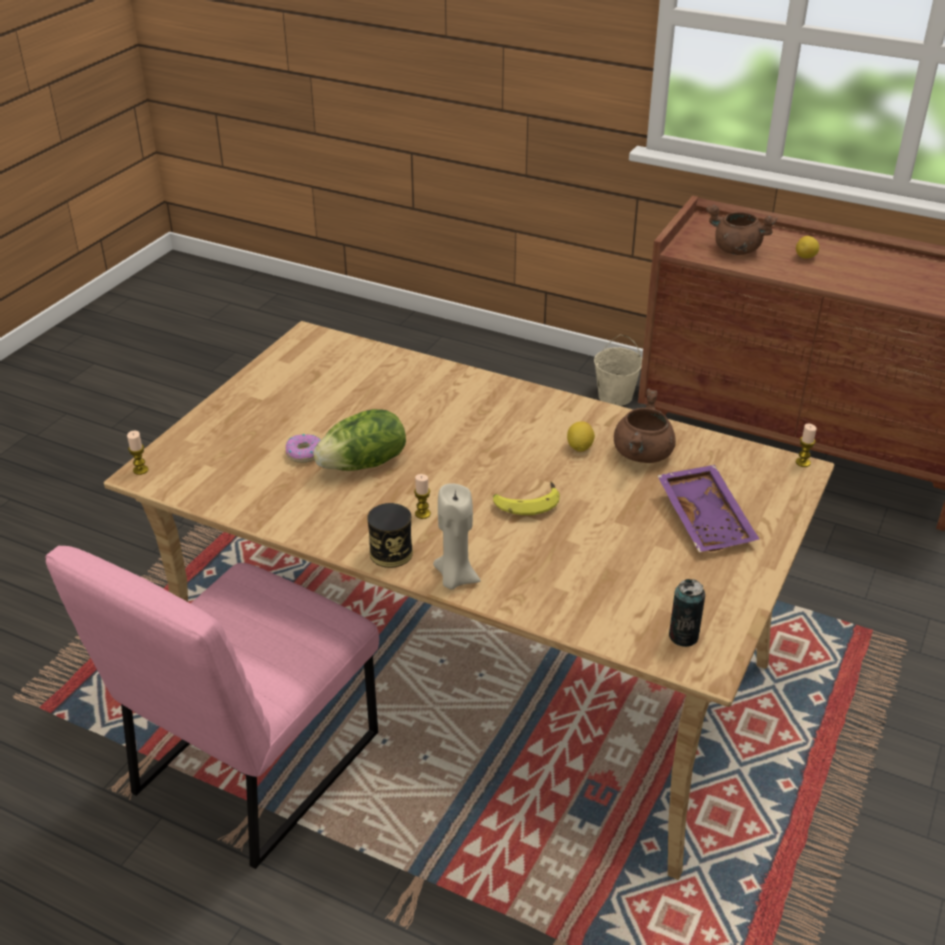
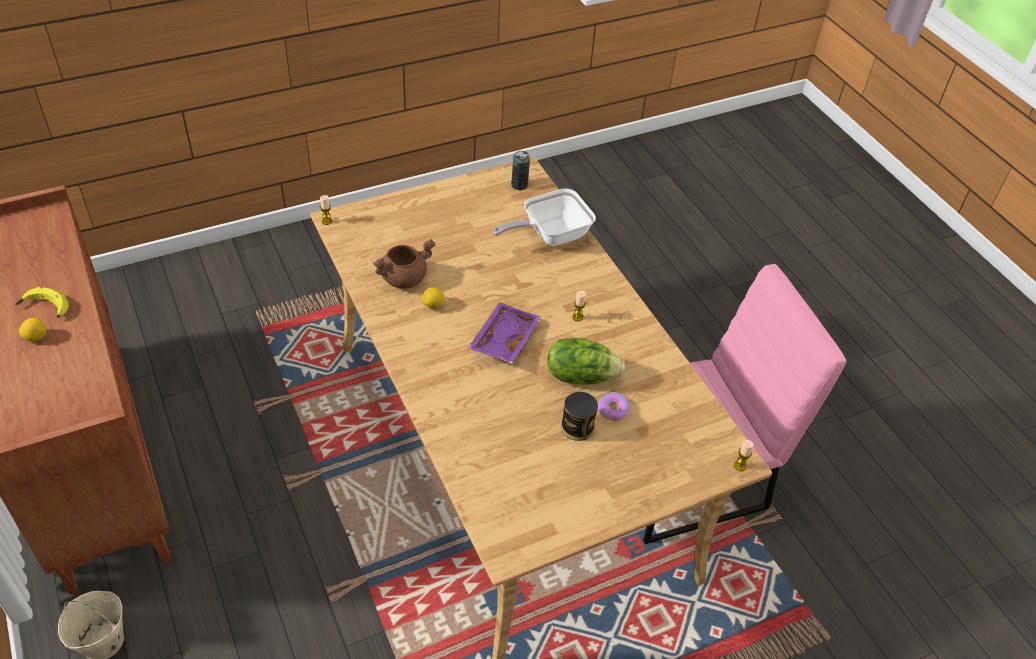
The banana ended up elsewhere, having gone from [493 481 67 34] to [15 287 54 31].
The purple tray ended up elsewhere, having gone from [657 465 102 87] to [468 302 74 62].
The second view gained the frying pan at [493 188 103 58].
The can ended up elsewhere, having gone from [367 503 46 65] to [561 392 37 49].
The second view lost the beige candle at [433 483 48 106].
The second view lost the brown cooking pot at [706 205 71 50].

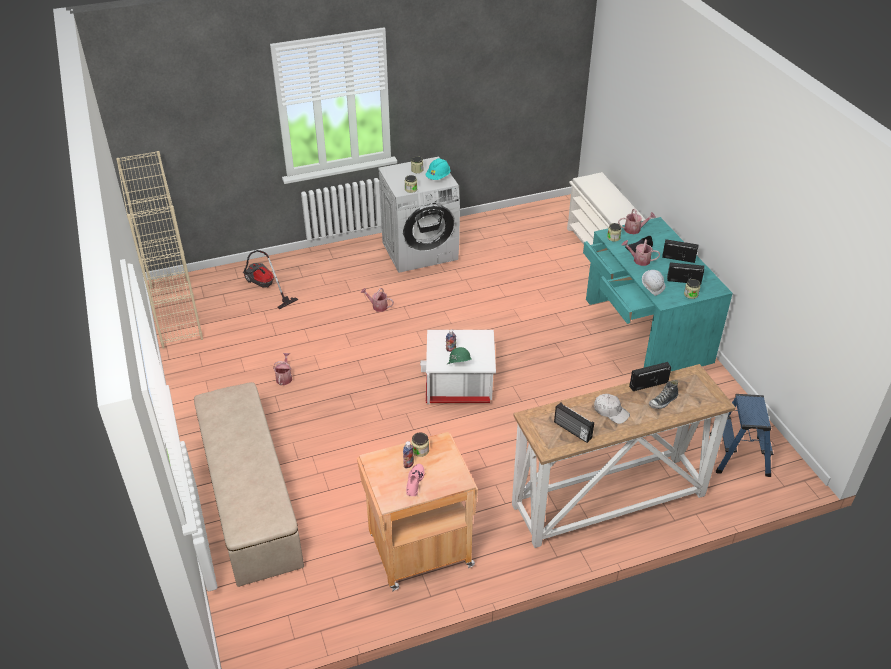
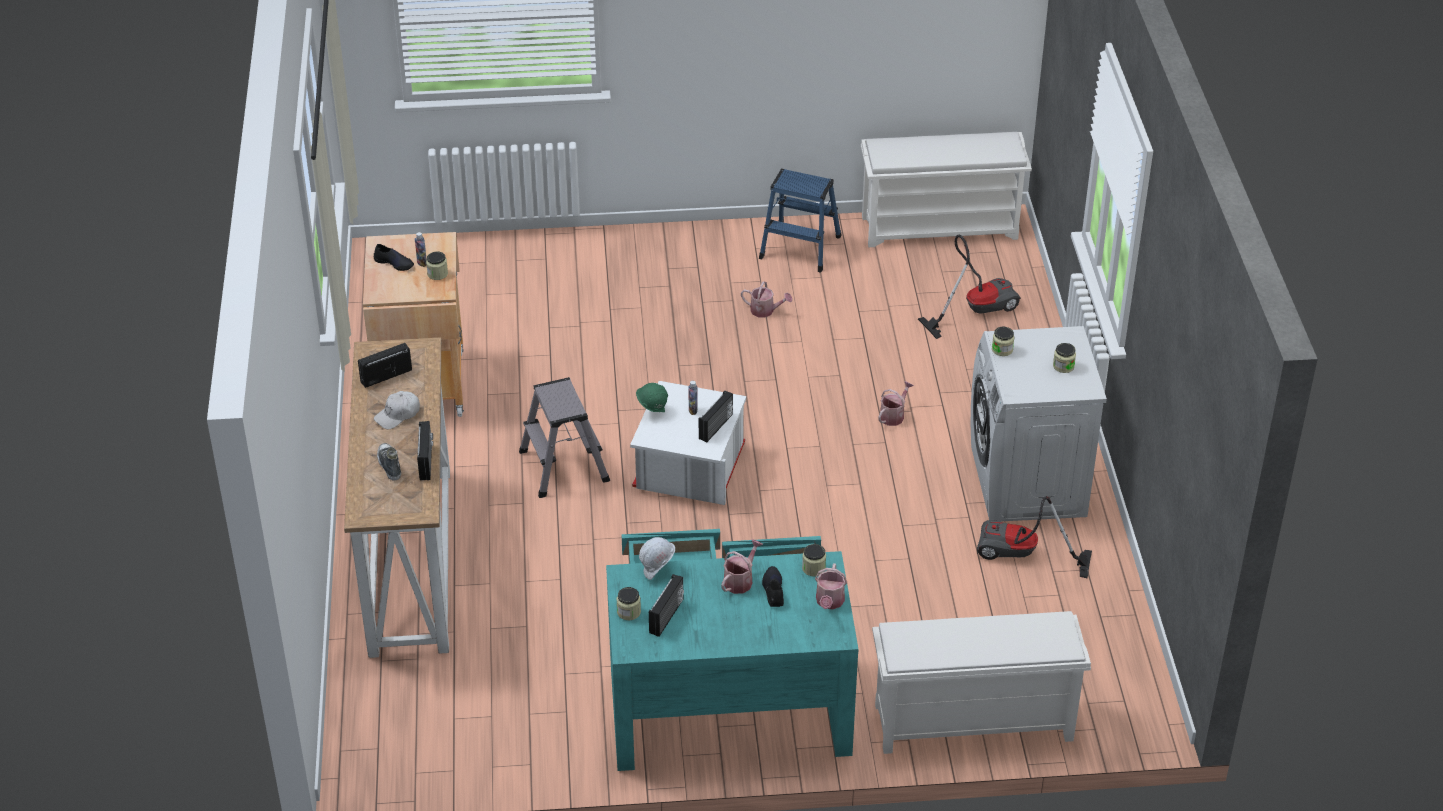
What was the pink shoe at [406 464 19 32] turned into the black shoe at [374 244 40 27].
The second view gained the grey step ladder at [519 377 91 121].
The radio ended up elsewhere, having gone from [662 239 36 24] to [699 390 34 52].
The blue step ladder ended up elsewhere, having gone from [710 394 63 83] to [759 168 83 104].
Where the beige bookcase stood at [116 151 87 198], the white shoe rack came to stand at [861 132 171 115].
The second view gained the vacuum cleaner at [977 496 115 83].
The second view lost the beige bench at [194 382 110 205].
The second view lost the turquoise hard hat at [425 158 25 22].

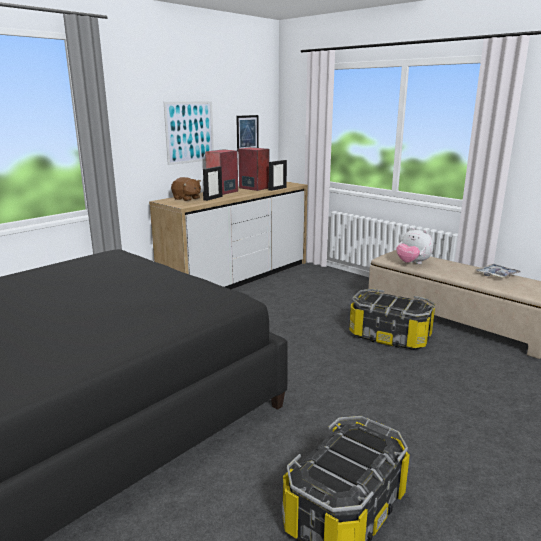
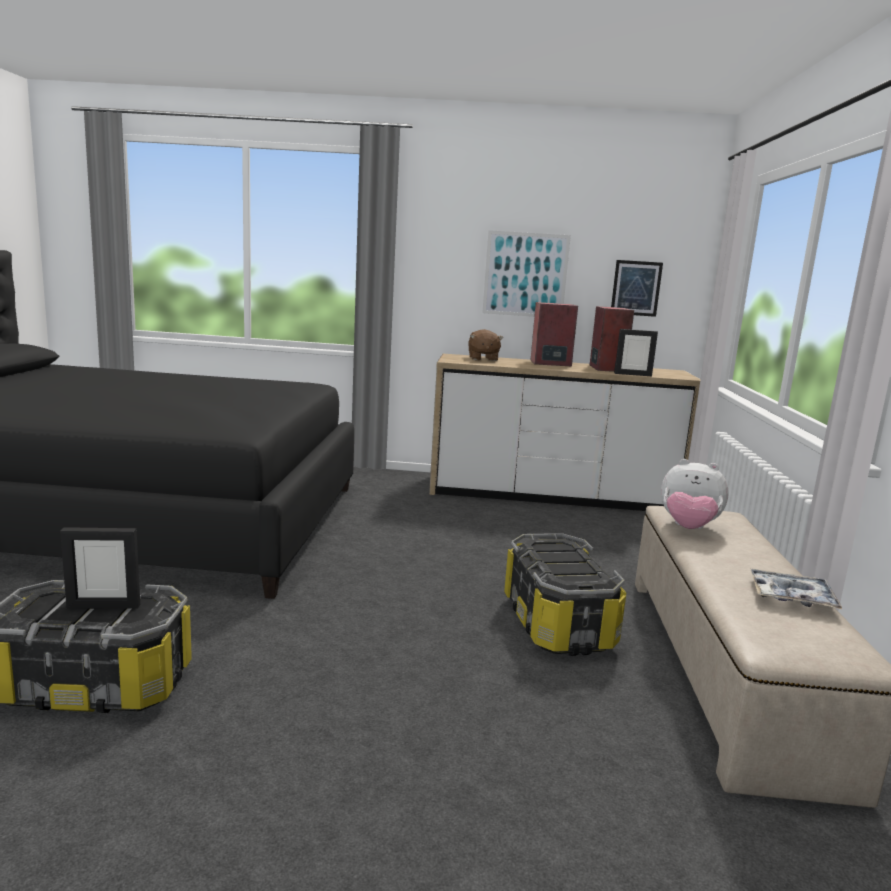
The picture frame ended up elsewhere, having gone from [203 166 19 35] to [60 527 80 82].
The plush toy at [396 227 38 37] ended up facing another way, 75 degrees counterclockwise from before.

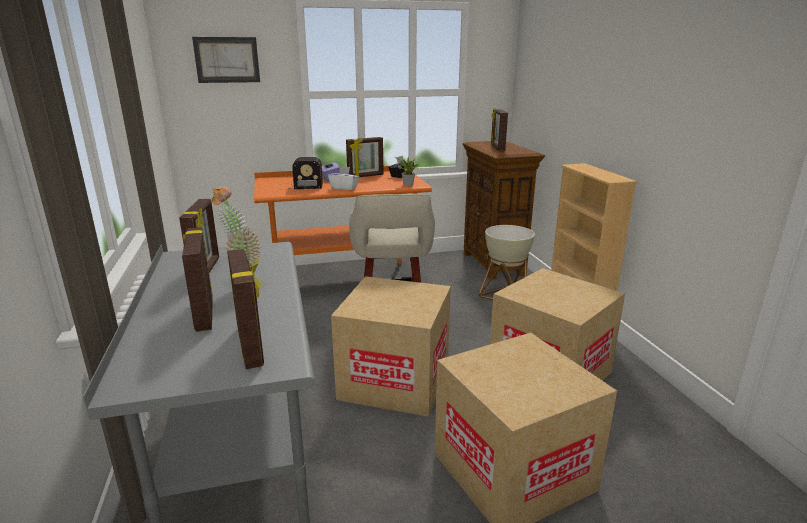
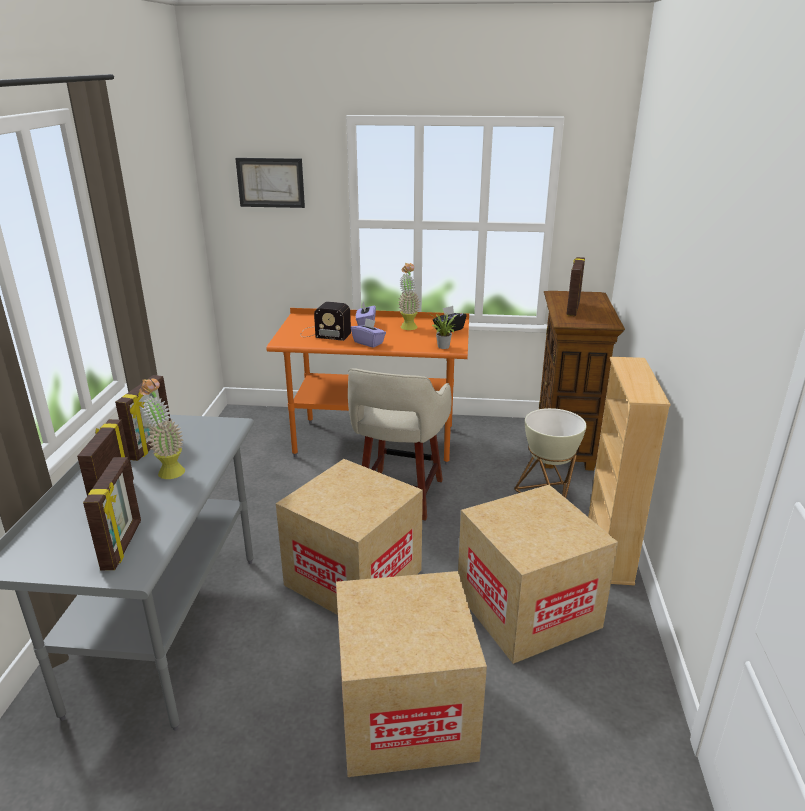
What was the white tissue box at [328 166 31 24] turned into the purple tissue box at [351 318 35 30].
Where the picture frame stood at [346 137 37 40], the potted plant came to stand at [398 263 22 67].

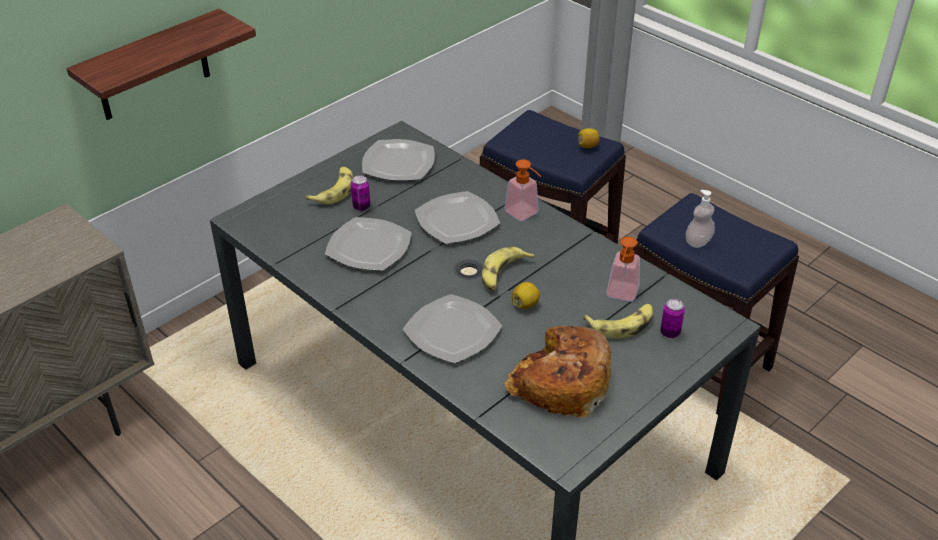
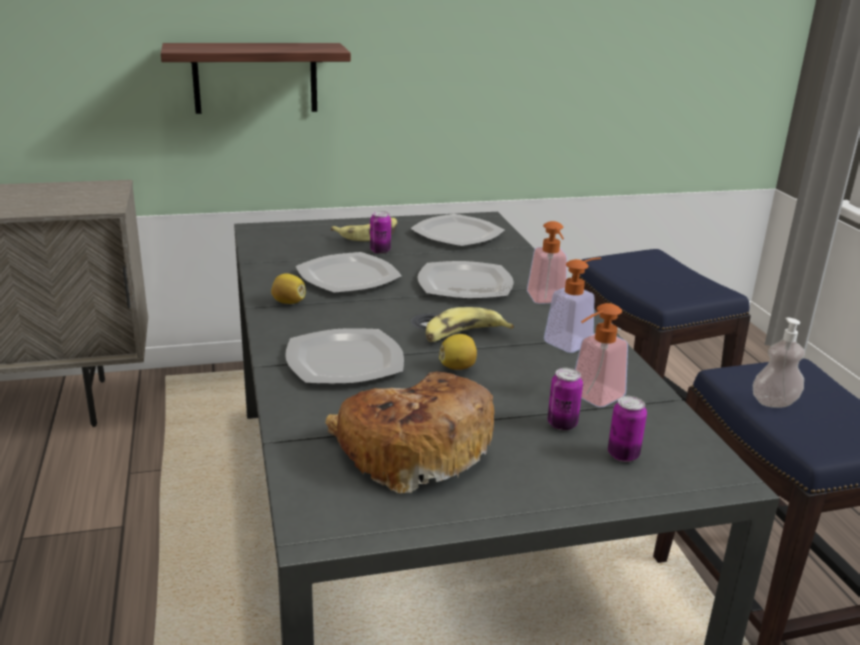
The lemon ended up elsewhere, having gone from [578 128 22 20] to [271 273 35 31].
The second view gained the soap dispenser at [544 257 57 96].
Where the banana stood at [583 304 70 34], the can came to stand at [548 368 35 63].

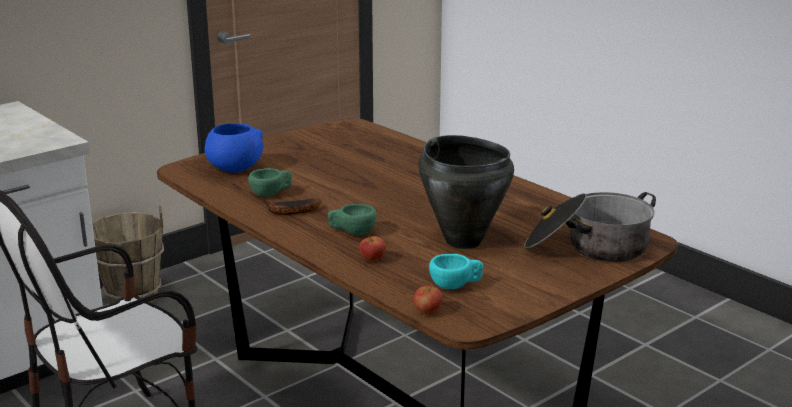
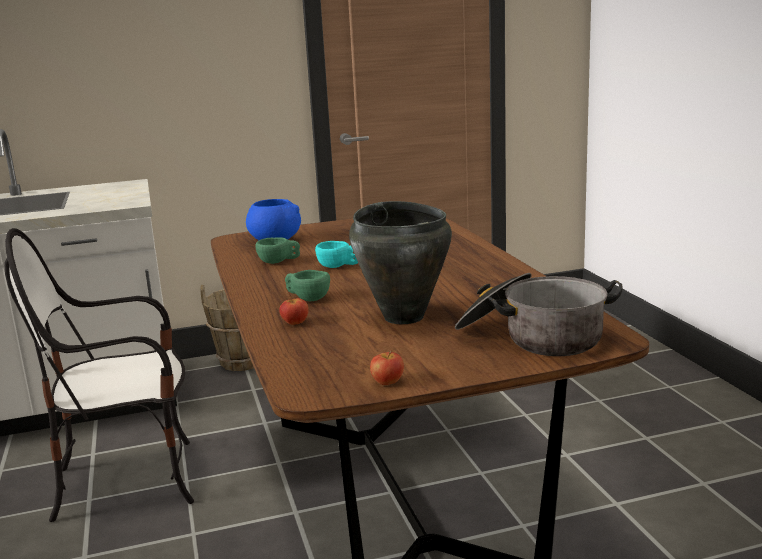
The turquoise cup ended up elsewhere, having gone from [429 254 54 35] to [315 241 43 27].
The apple ended up elsewhere, having gone from [414 284 29 31] to [370 350 34 35].
The second view lost the banana at [265 198 56 16].

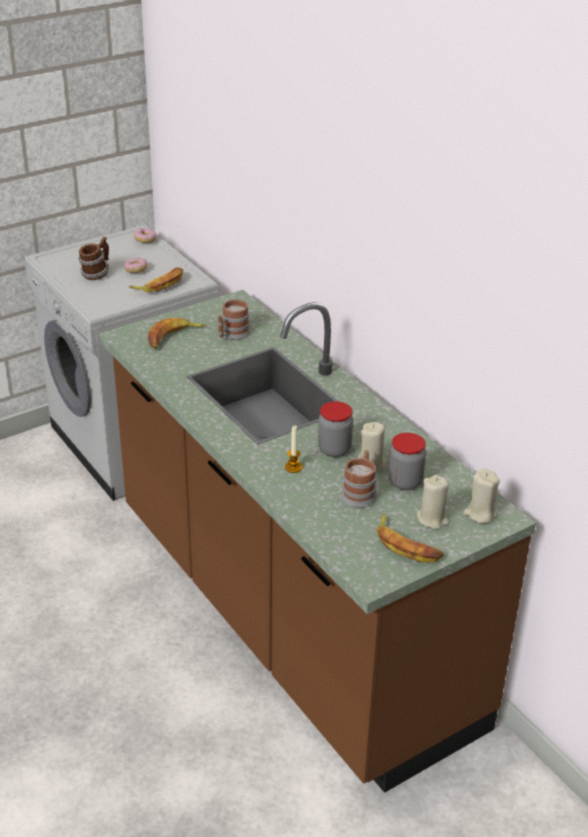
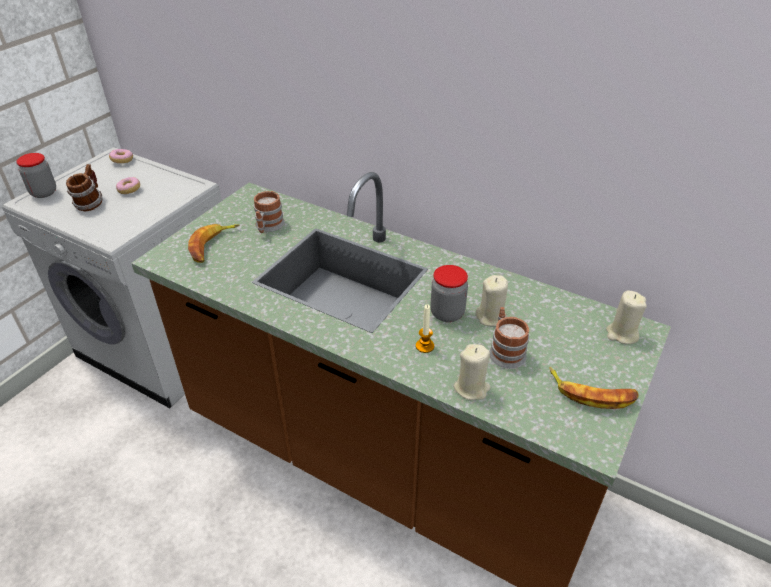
The jar ended up elsewhere, having gone from [388 433 38 57] to [16 153 40 45].
The beige candle ended up elsewhere, having gone from [417 475 33 54] to [453 344 37 56].
The second view lost the banana at [128 267 55 25].

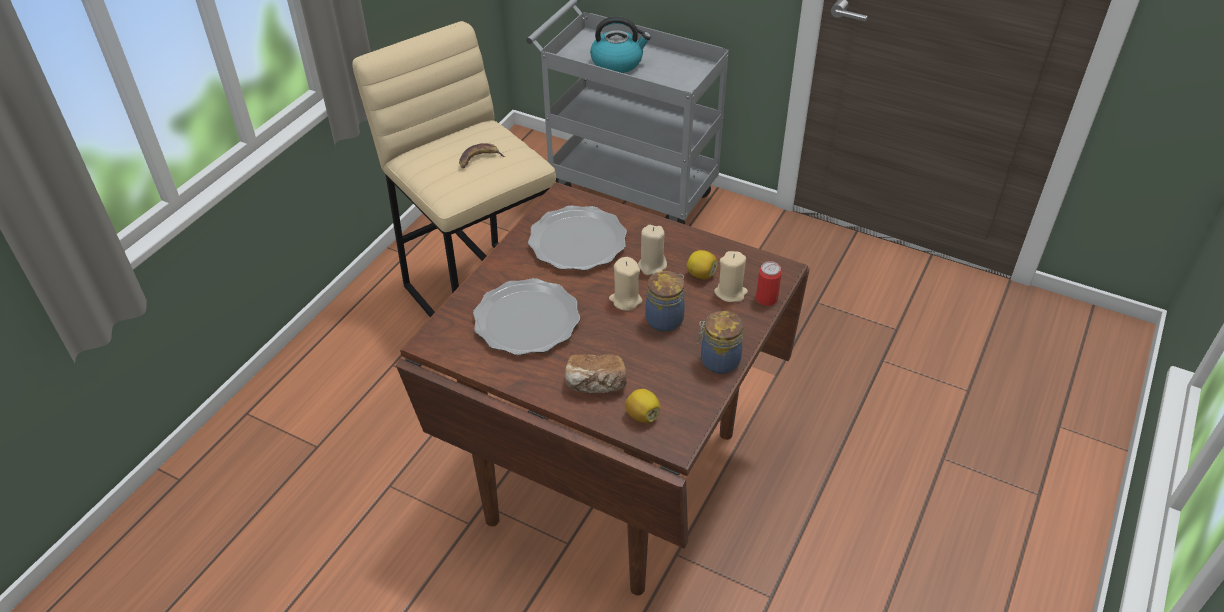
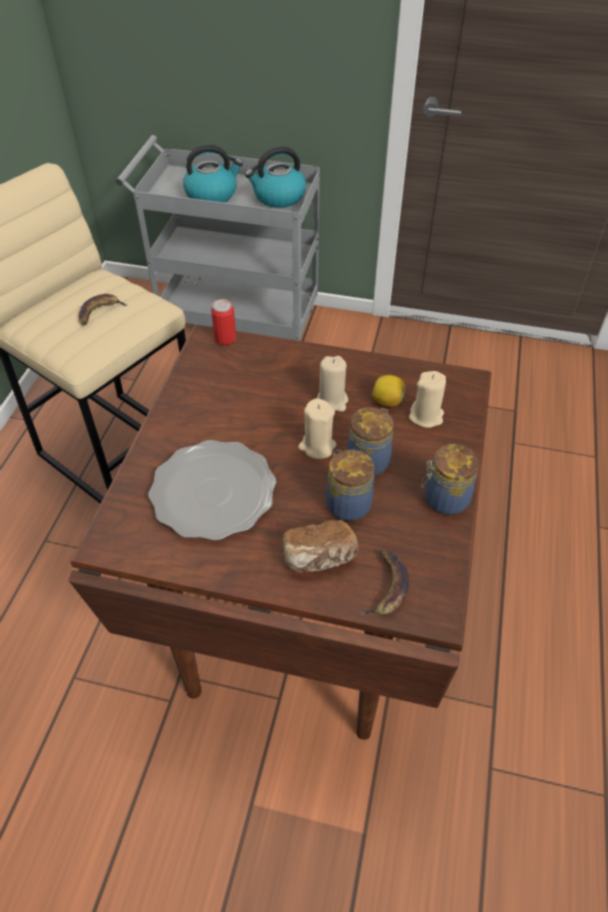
The can ended up elsewhere, having gone from [756 261 26 45] to [211 299 25 46].
The second view gained the kettle at [245 146 61 62].
The second view gained the jar at [326 449 49 72].
Where the lemon stood at [625 389 35 34], the banana came to stand at [360 550 49 65].
The second view lost the plate at [528 205 99 65].

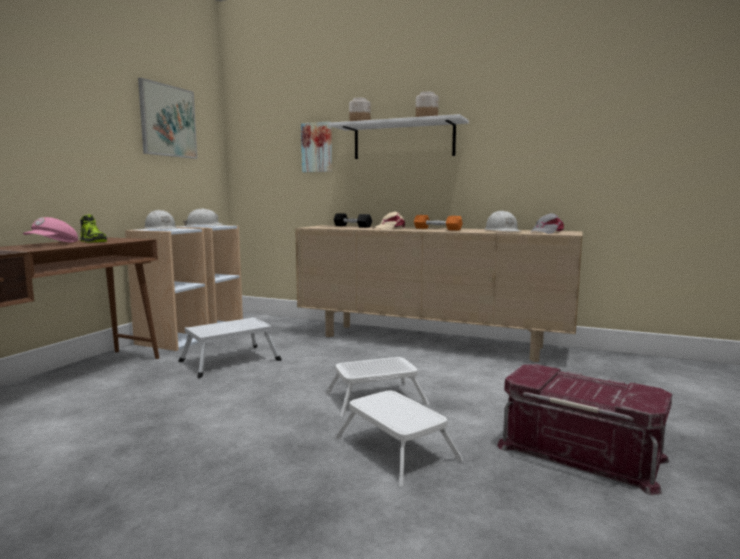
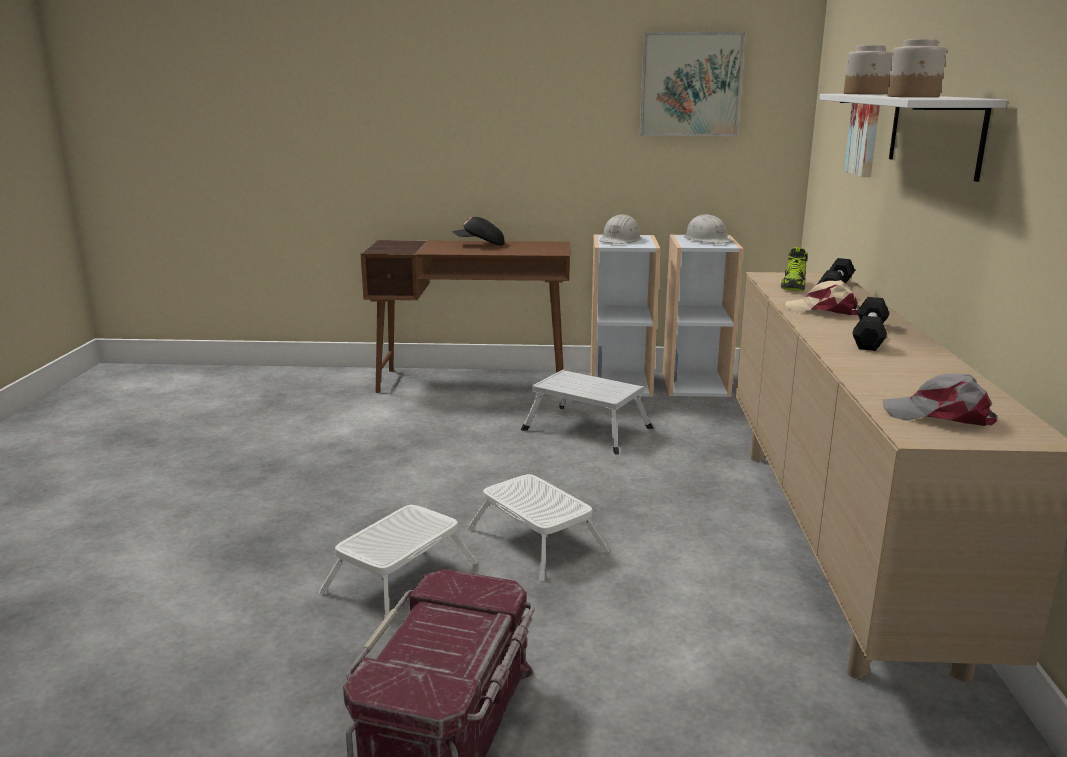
What was the pink cap at [23 217 55 25] turned into the black cap at [453 217 52 28].
The shoe ended up elsewhere, having gone from [80 215 27 28] to [781 247 27 44].
What was the orange dumbbell at [414 215 49 16] turned into the black dumbbell at [852 297 37 54].
The second view lost the white hard hat at [485 211 35 20].

